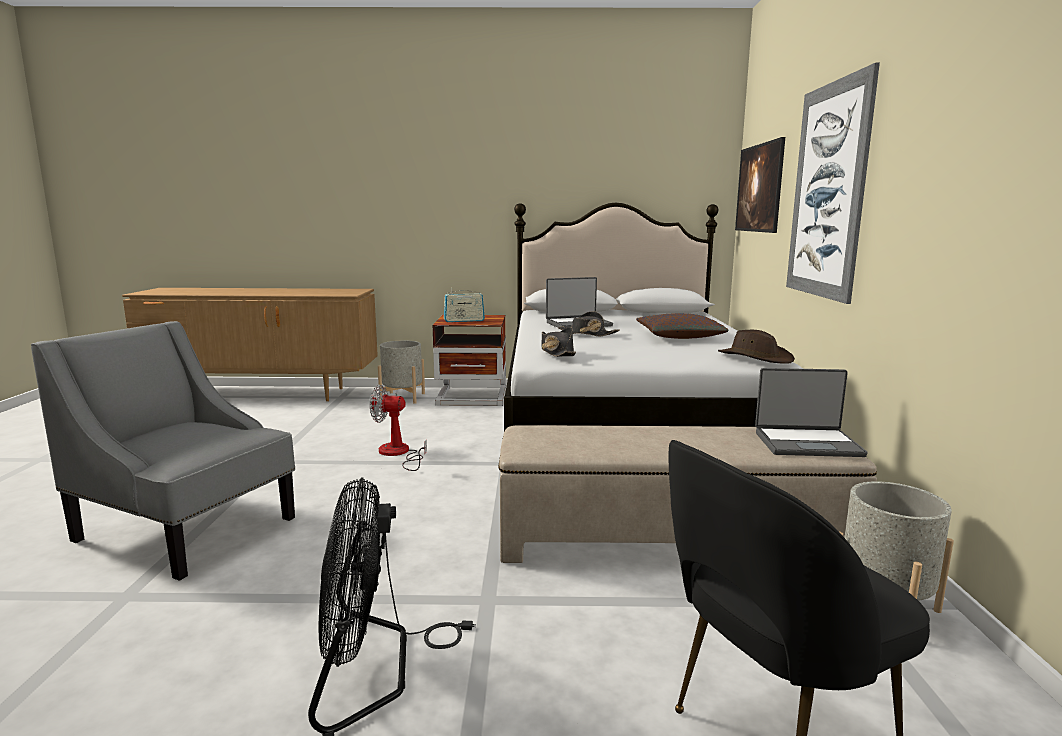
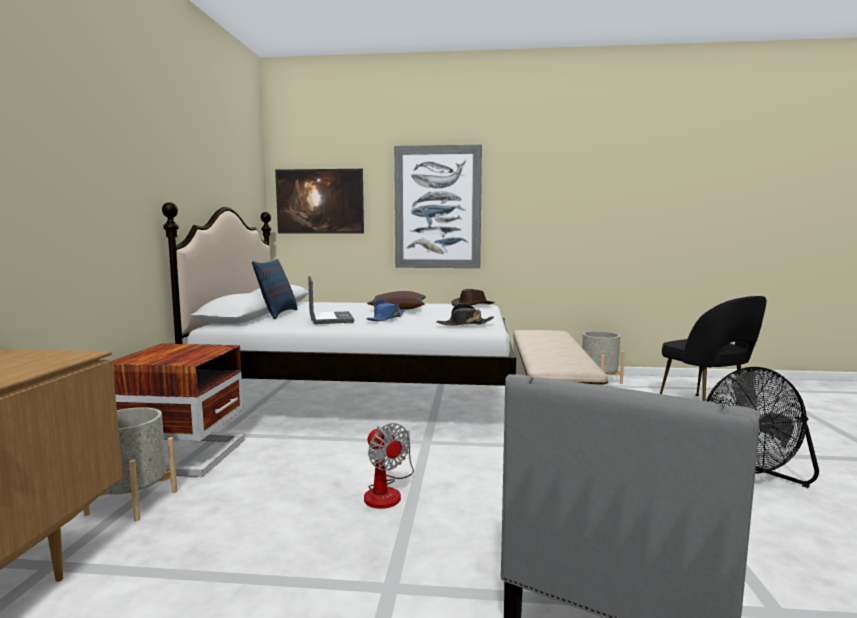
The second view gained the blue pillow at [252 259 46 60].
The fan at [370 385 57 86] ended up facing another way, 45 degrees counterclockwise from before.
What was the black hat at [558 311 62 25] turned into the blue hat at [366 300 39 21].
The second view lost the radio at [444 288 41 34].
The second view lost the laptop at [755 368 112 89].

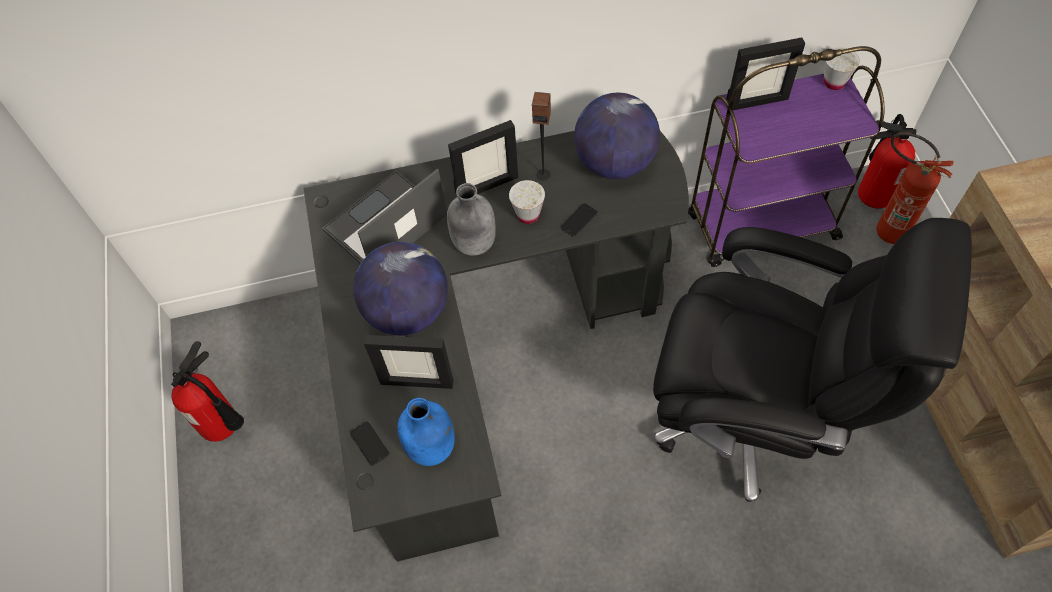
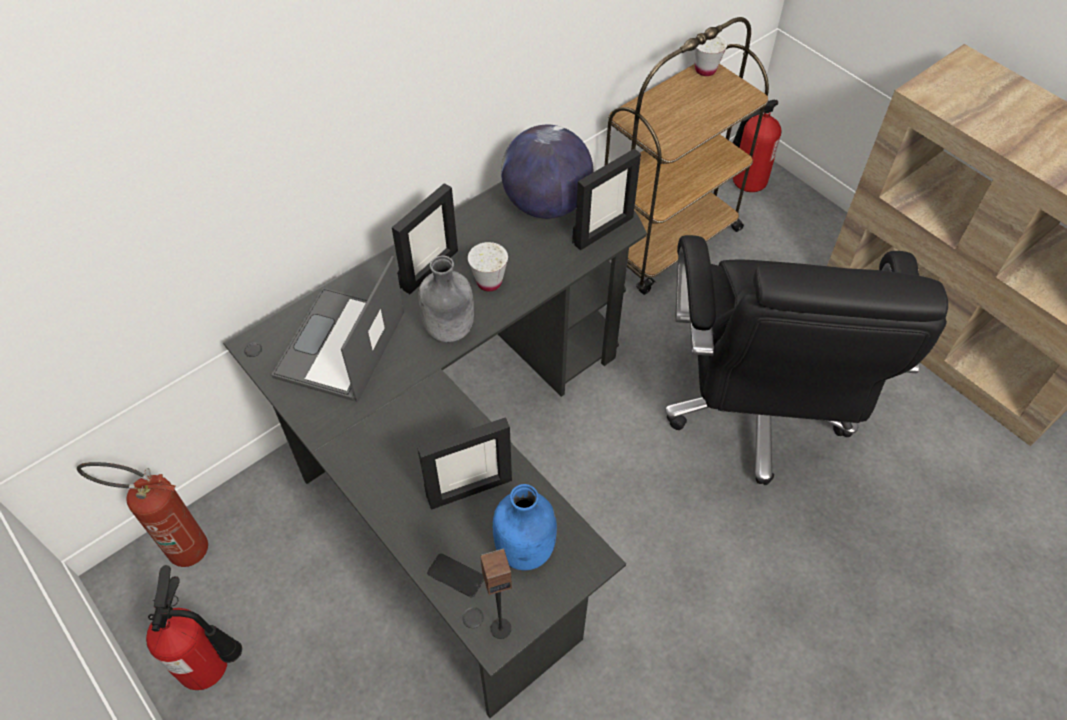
The fire extinguisher ended up elsewhere, having gone from [876 132 78 112] to [77 462 131 105].
The speaker ended up elsewhere, having gone from [532 92 19 88] to [480 548 32 91].
The picture frame ended up elsewhere, having gone from [726 37 79 73] to [572 148 69 102].
What was the purple cart at [688 46 197 221] turned into the brown cart at [605 17 164 278].
The black office chair at [653 218 319 284] ended up facing another way, 105 degrees clockwise from before.
The second view lost the globe at [353 242 95 93].
The second view lost the phone at [560 203 38 34].

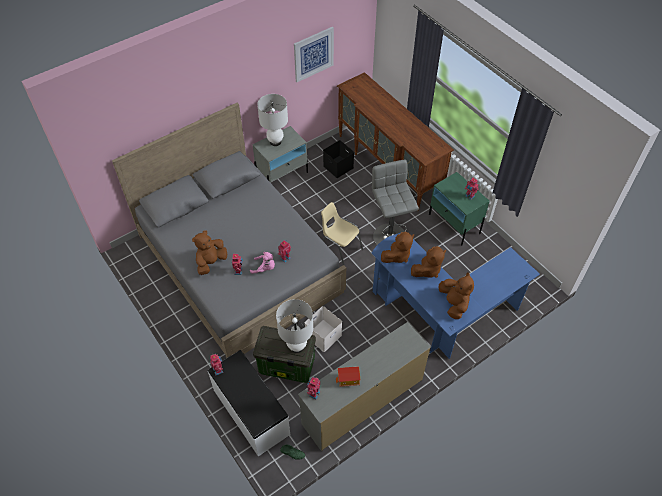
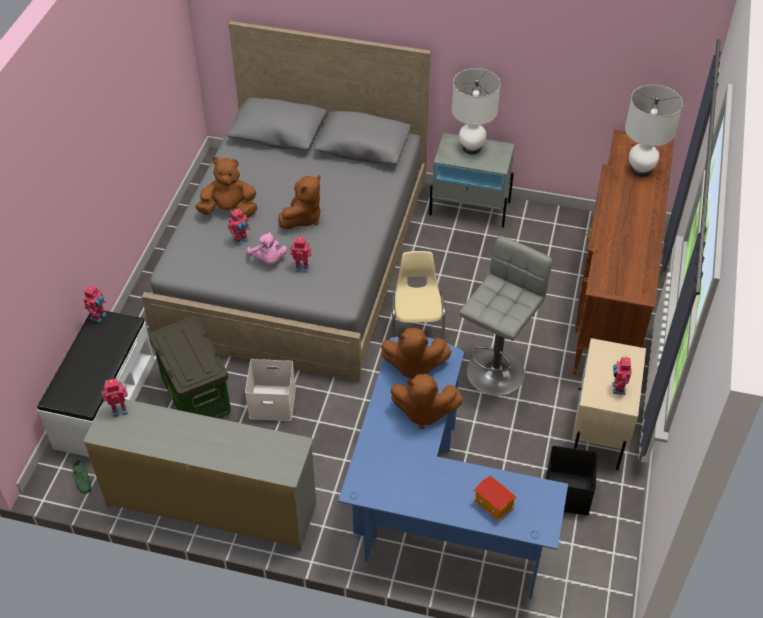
The brown plush toy ended up elsewhere, having gone from [439 272 35 47] to [278 175 42 54].
The toy house ended up elsewhere, having gone from [336 366 24 21] to [473 476 44 45].
The black storage box ended up elsewhere, having gone from [323 140 31 38] to [546 446 52 70].
What was the green nightstand at [429 172 61 74] turned into the beige nightstand at [572 338 74 132].
The white table lamp ended up elsewhere, having gone from [276 299 37 54] to [625 85 58 92].
The second view lost the picture at [294 27 40 55].

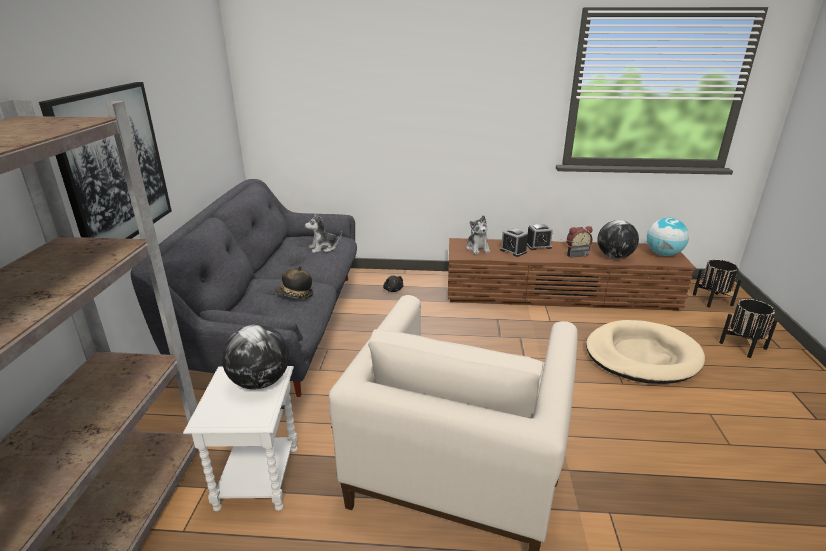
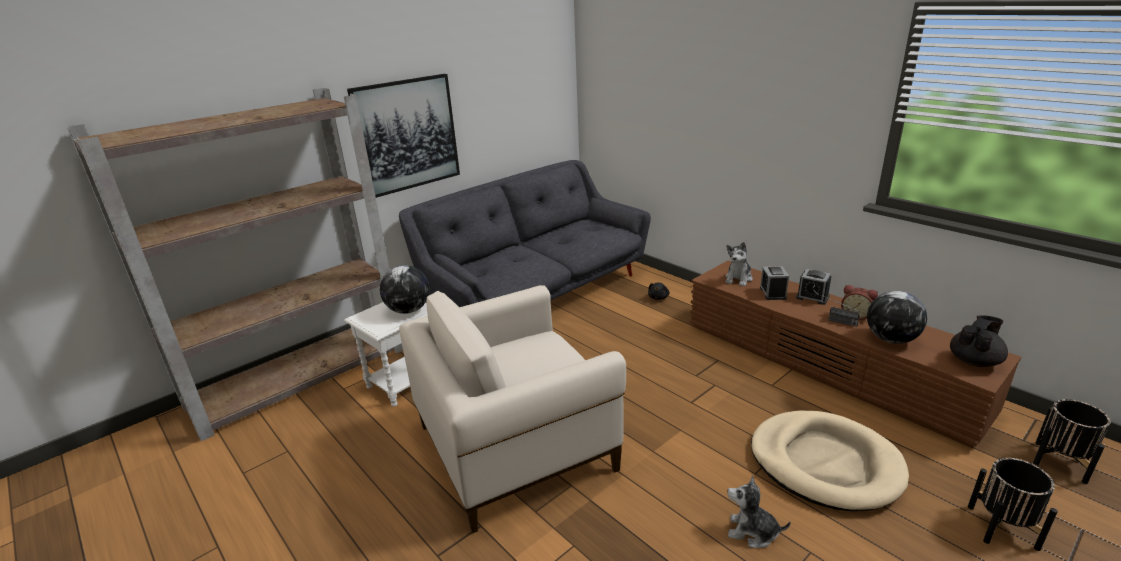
The plush toy ended up elsewhere, having gone from [304 213 38 40] to [727 475 64 73].
Where the globe stood at [647 218 42 38], the black teapot came to stand at [950 315 58 52].
The second view lost the hat at [275 266 38 33].

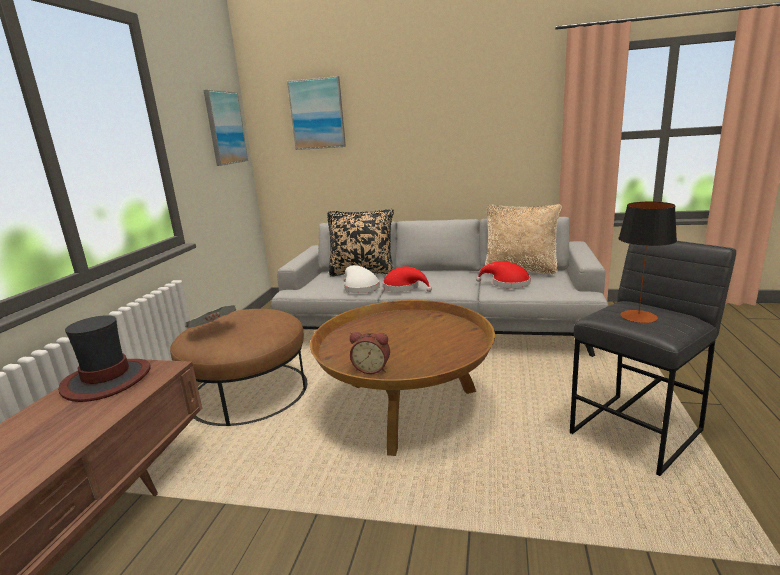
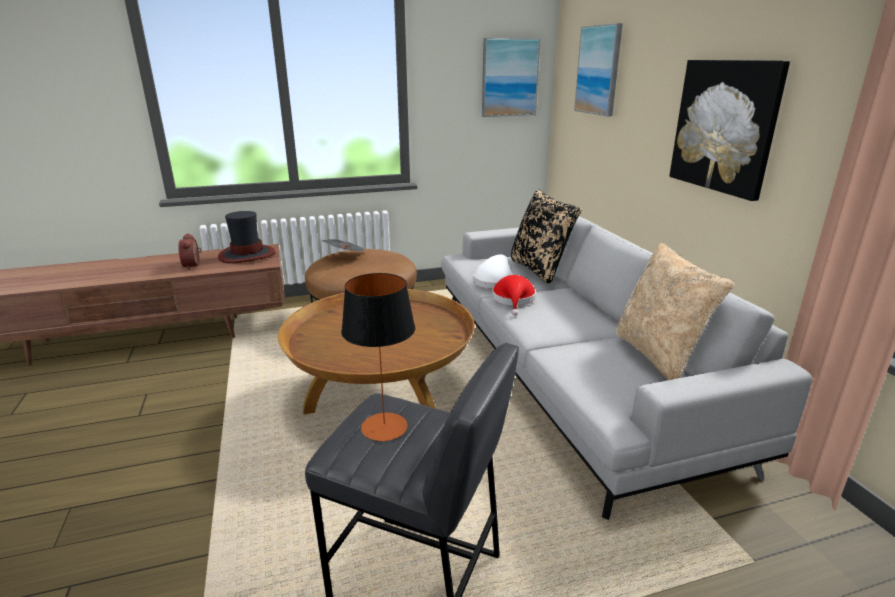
The alarm clock ended up elsewhere, having gone from [350 332 40 42] to [178 233 24 37].
The second view gained the picture at [669 60 121 141].
The second view lost the red hat at [476 261 54 28].

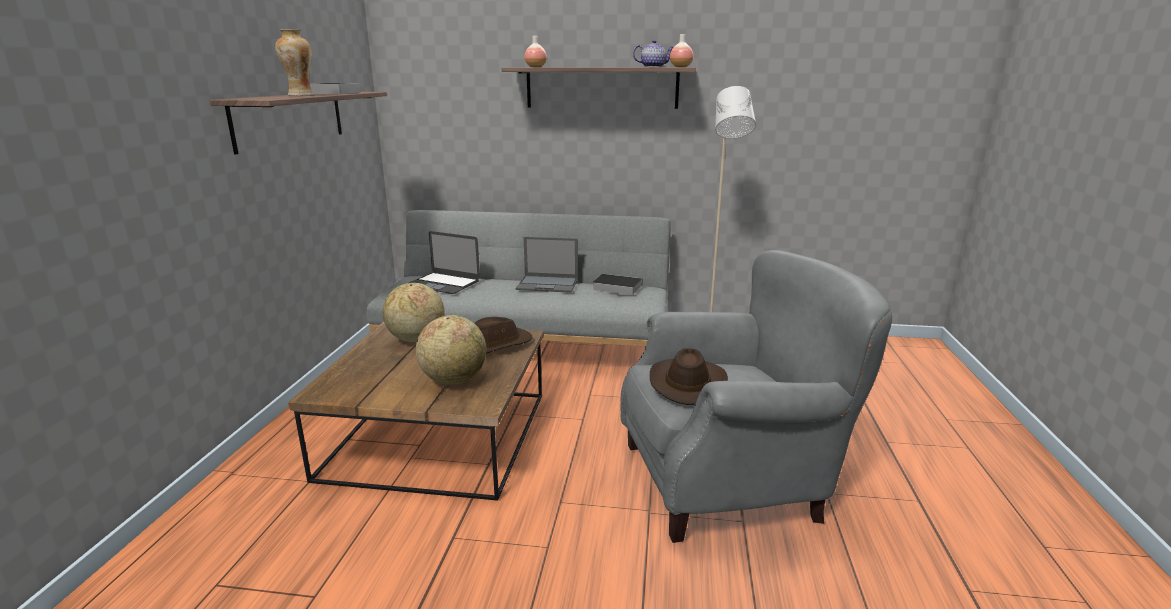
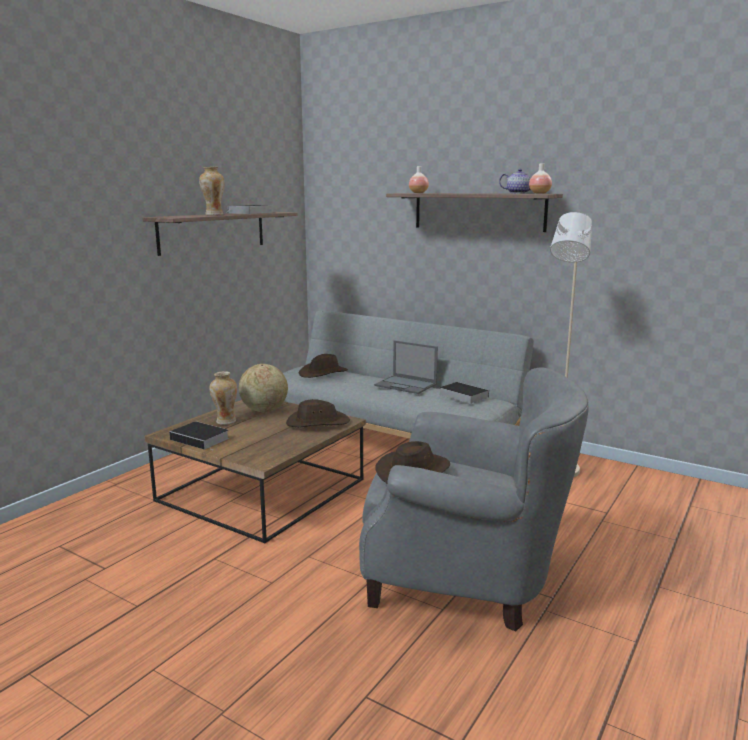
The second view gained the book at [169 421 60 29].
The second view gained the vase at [209 371 28 54].
Where the laptop stood at [409 231 71 63], the brown hat came to stand at [299 354 49 24].
The second view lost the globe at [416 315 70 70].

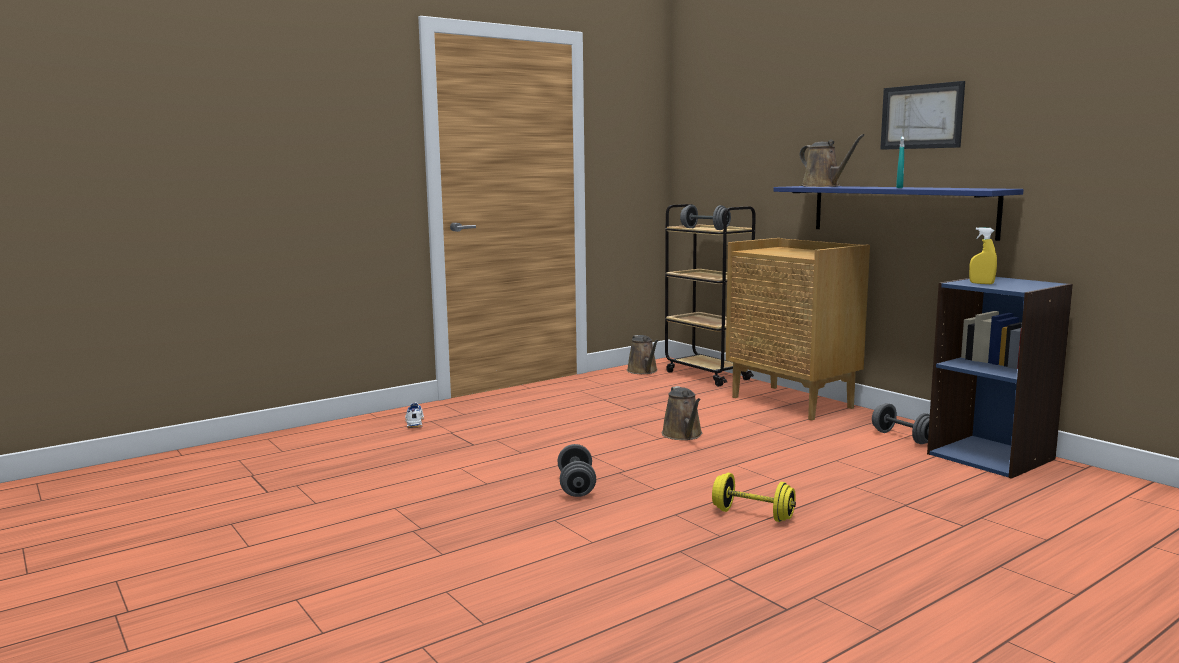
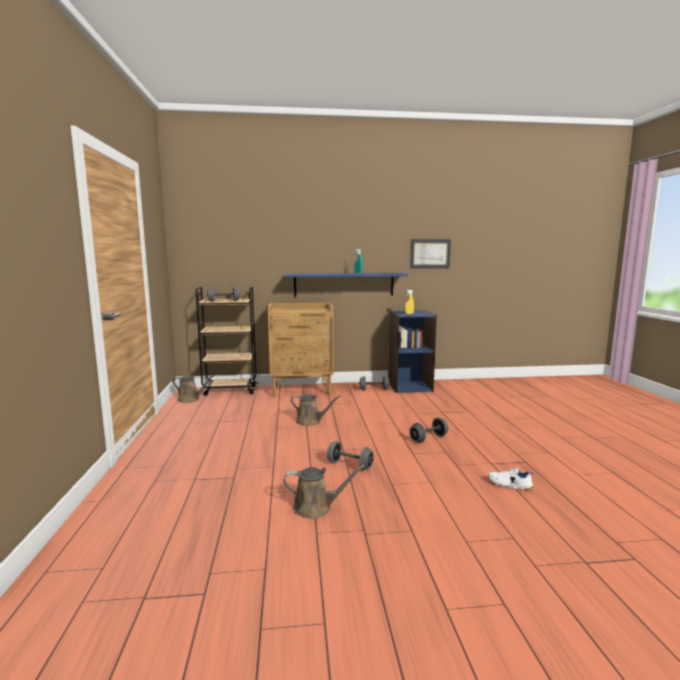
The brown watering can ended up elsewhere, having gone from [799 134 66 53] to [283 465 82 54].
What was the yellow dumbbell at [712 473 84 49] turned into the grey dumbbell at [409 417 39 26].
The picture ended up elsewhere, having gone from [880 81 85 69] to [410 239 41 30].
The white shoe ended up elsewhere, having gone from [405 403 19 25] to [488 468 45 23].

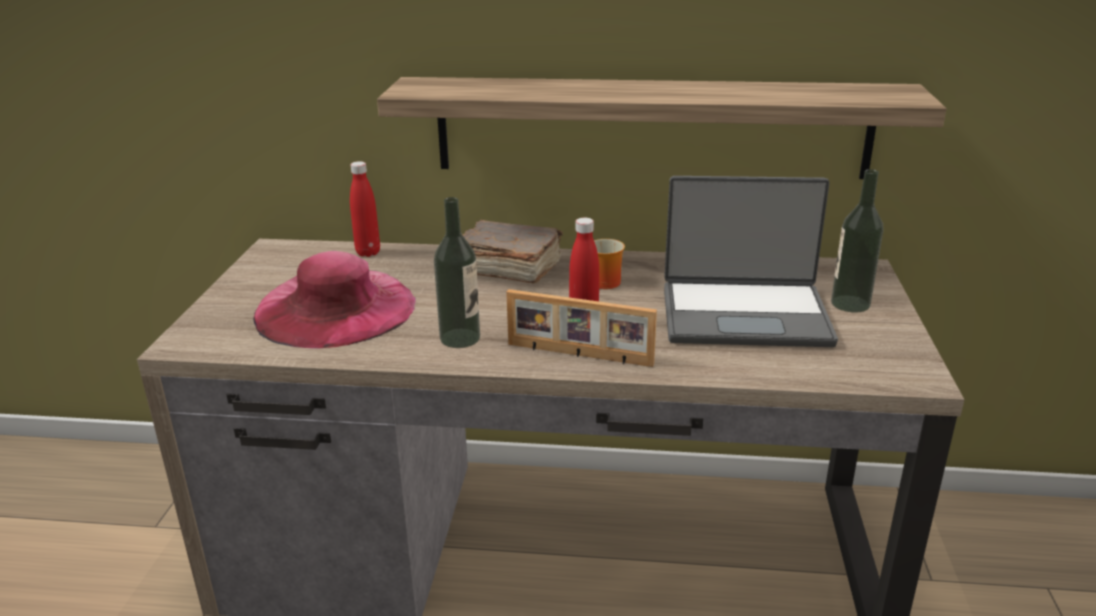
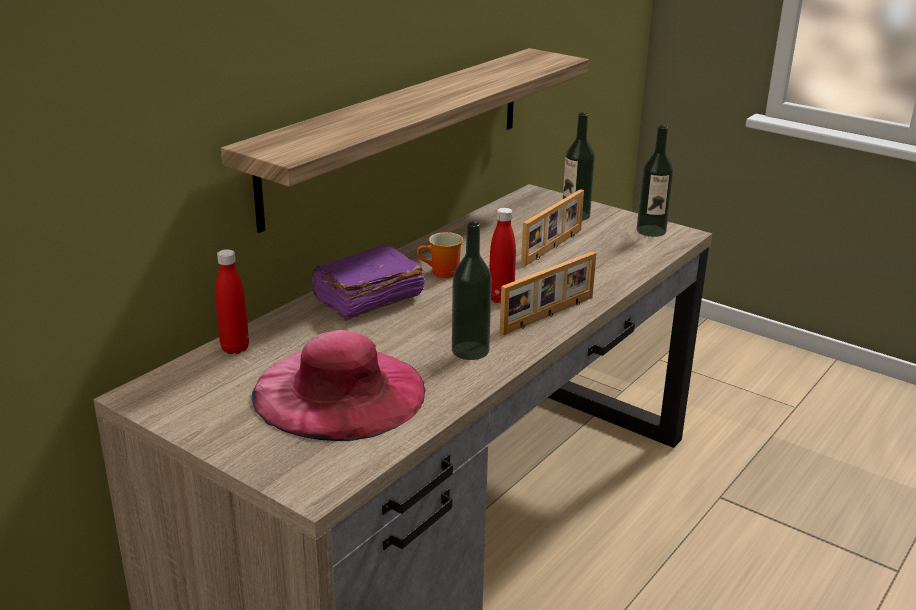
What was the brown book at [462 220 101 64] turned into the purple book at [310 245 115 76].
Where the laptop stood at [664 176 174 171], the picture frame came to stand at [521 189 63 77].
The second view gained the bottle at [637 125 37 112].

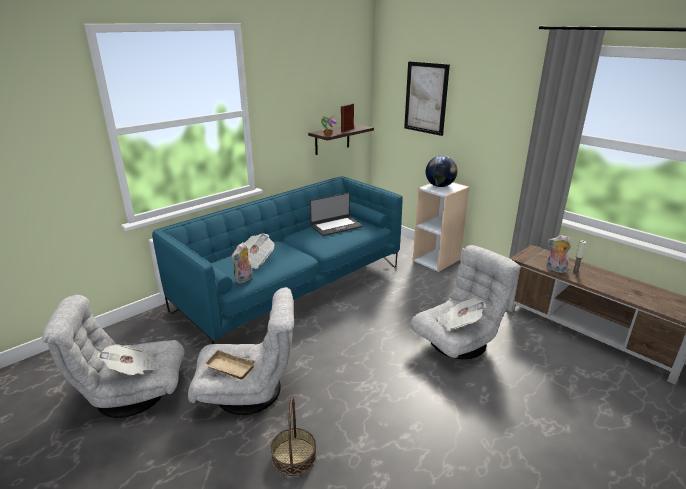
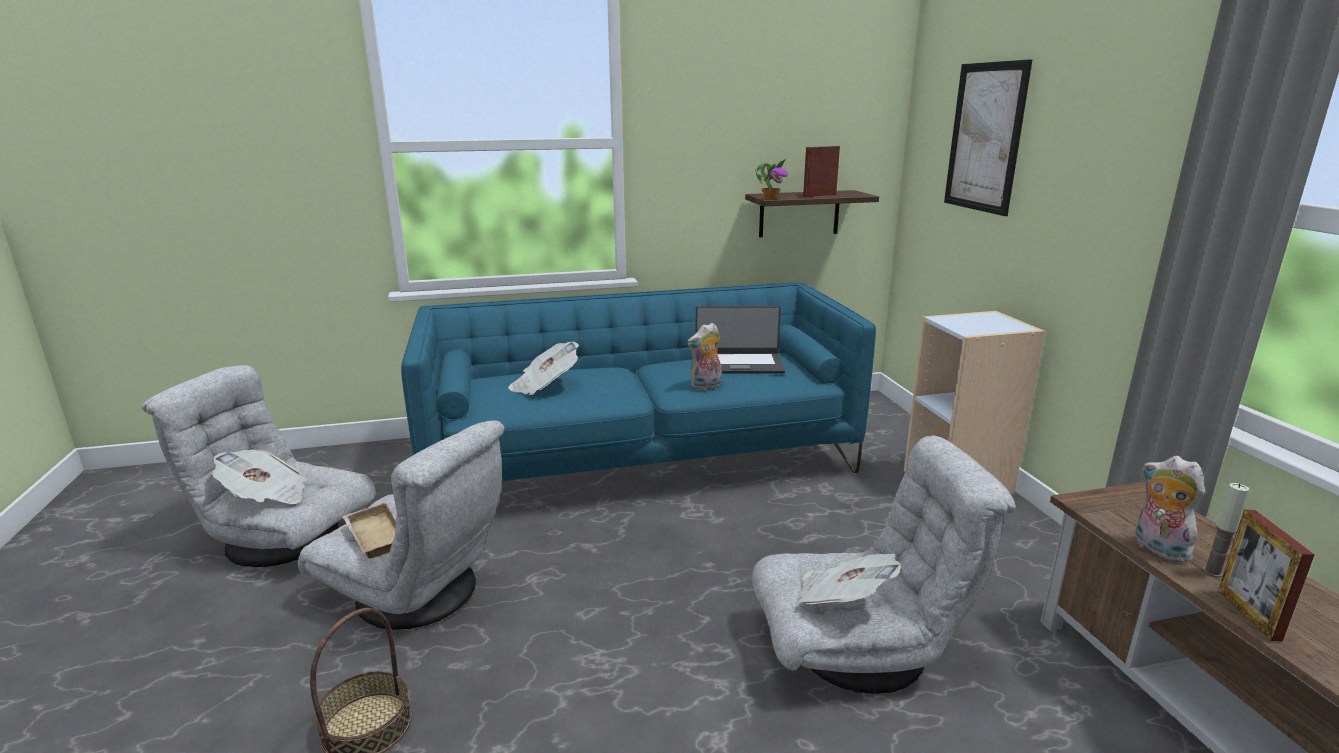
The plush toy ended up elsewhere, having gone from [231 242 22 42] to [687 323 35 67].
The second view gained the picture frame at [1219 510 96 131].
The second view lost the globe at [426 156 31 31].

